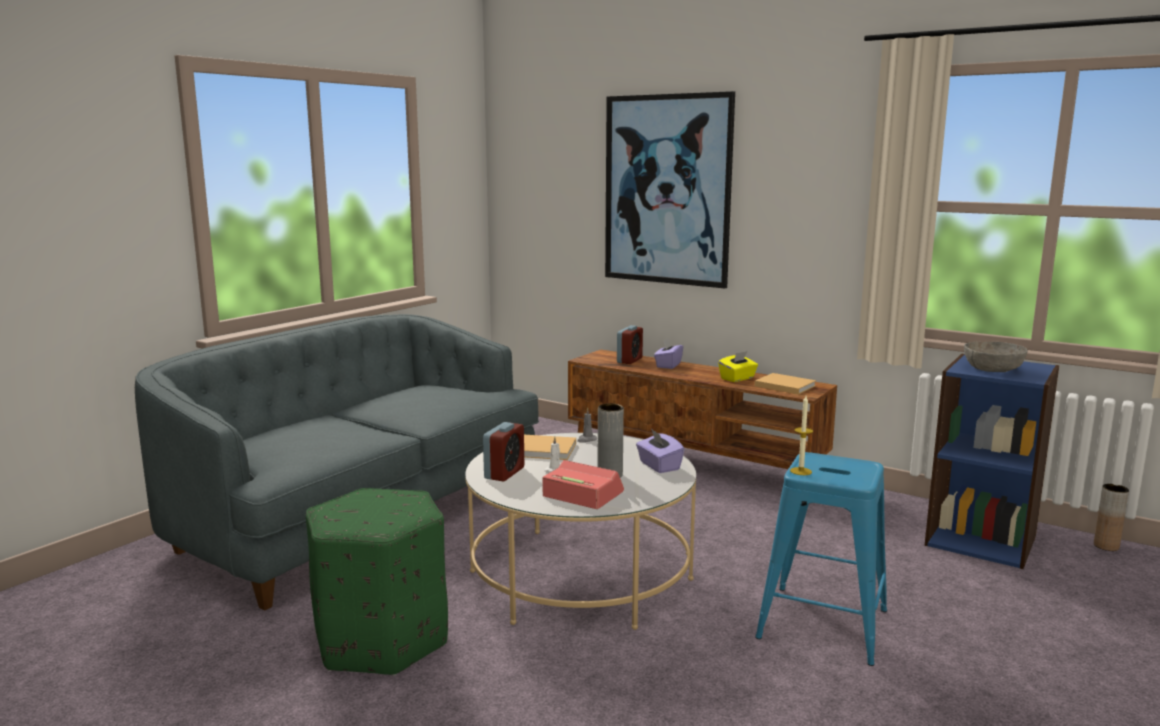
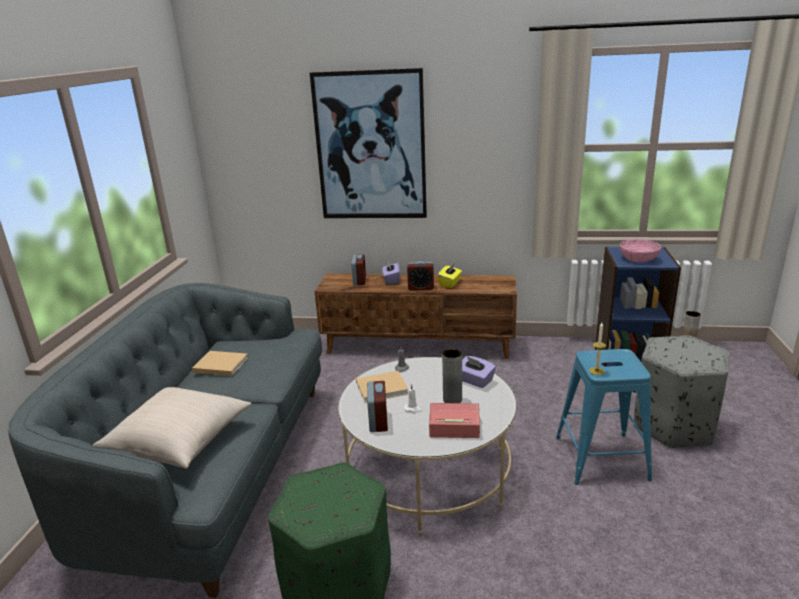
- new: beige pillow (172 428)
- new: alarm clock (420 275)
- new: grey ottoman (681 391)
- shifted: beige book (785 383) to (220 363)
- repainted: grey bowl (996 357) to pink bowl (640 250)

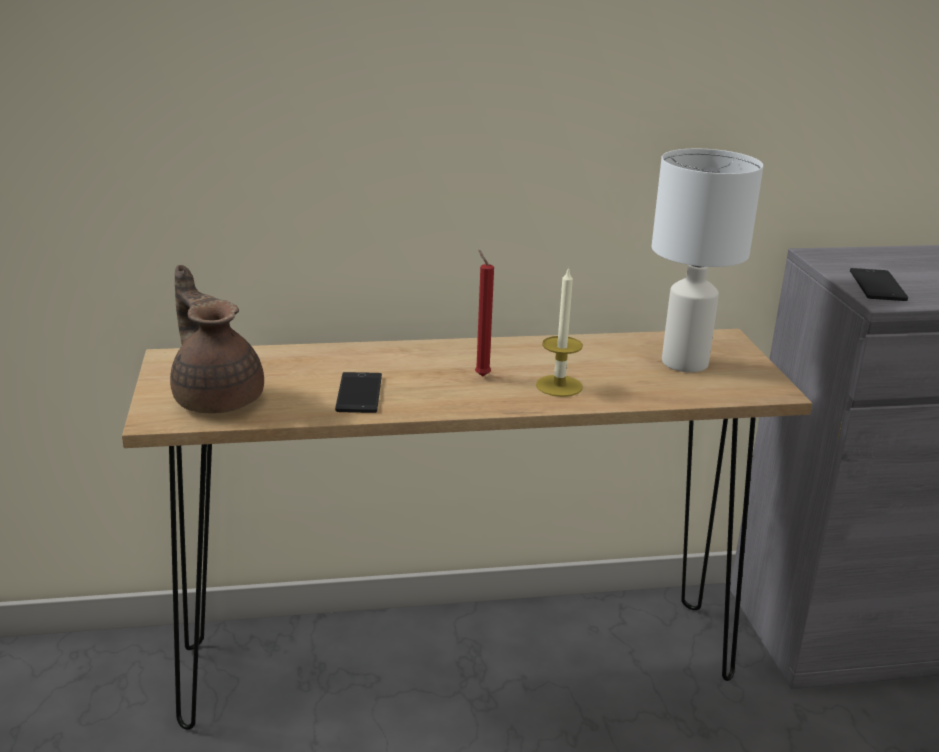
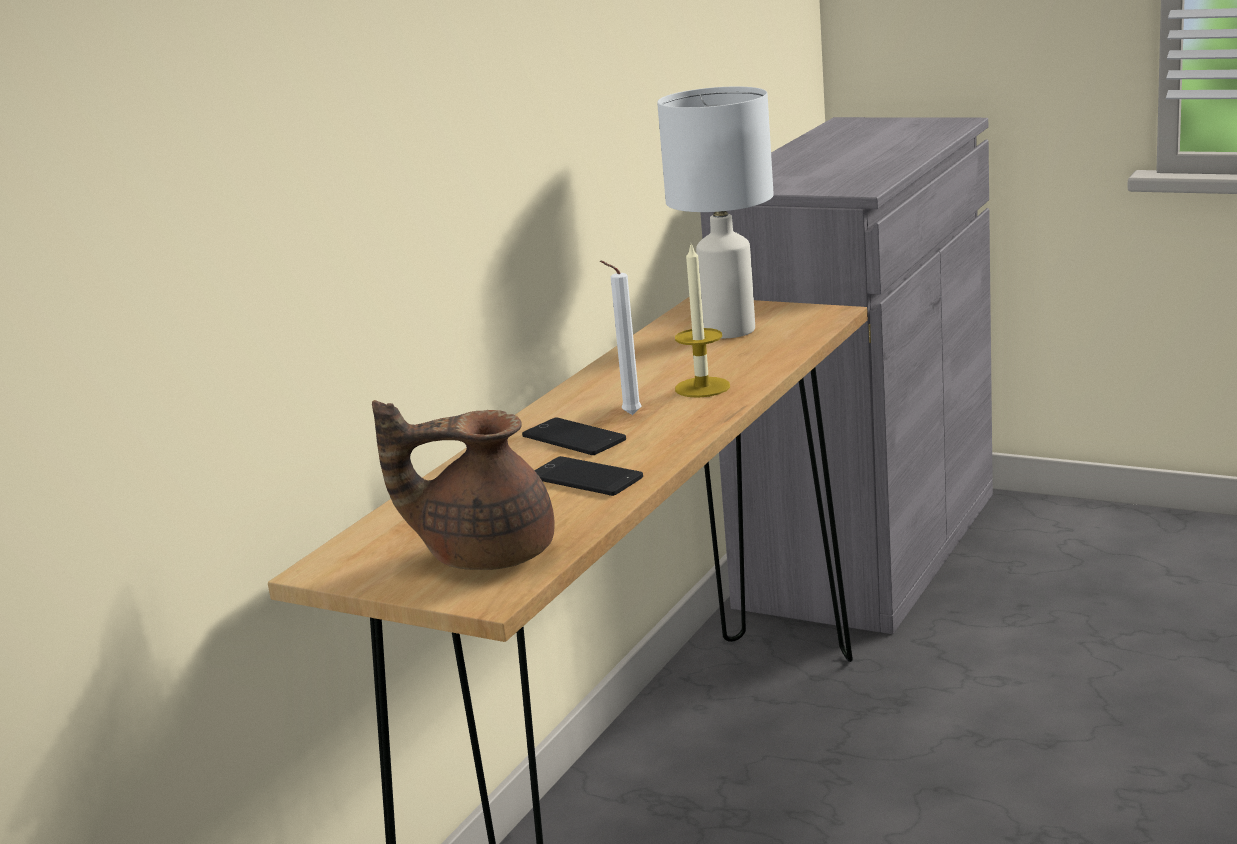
- shifted: phone (879 284) to (574 436)
- repainted: red candle (484 313) to white candle (621 338)

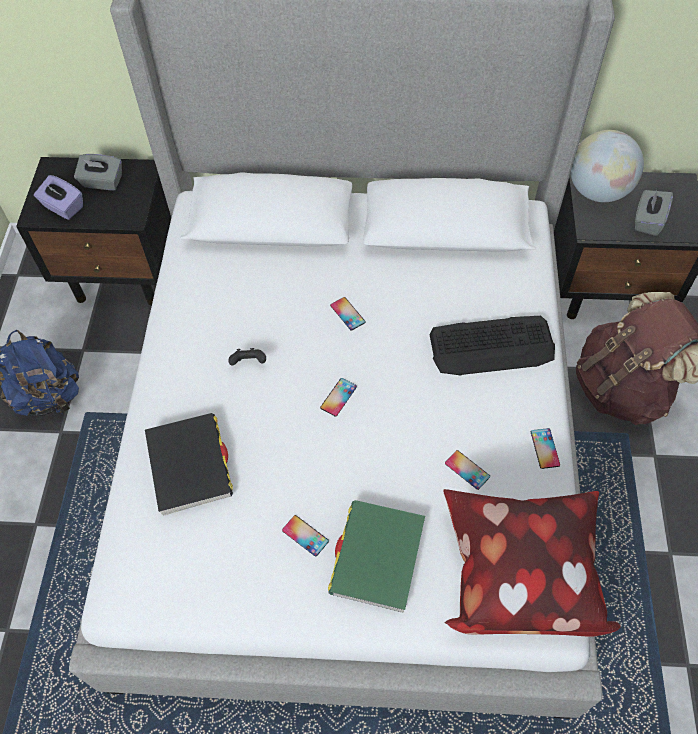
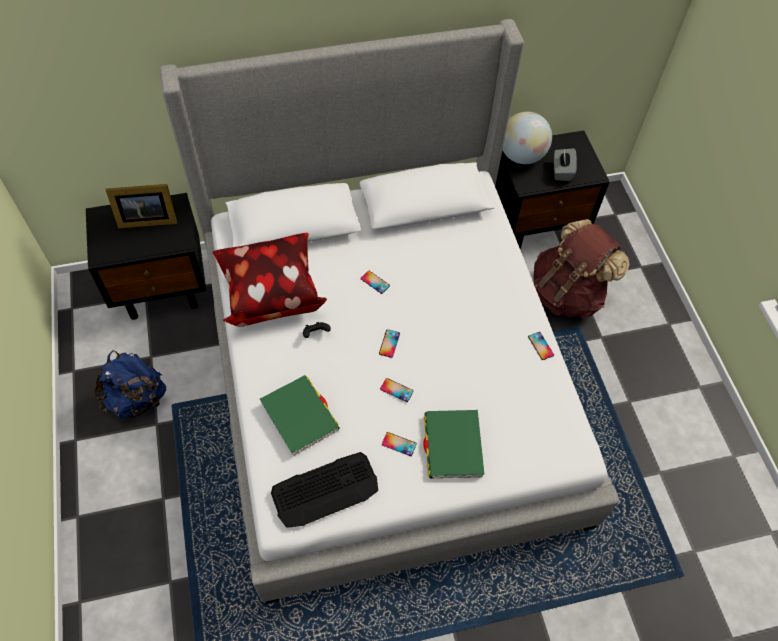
- gone: purple tissue box (58 197)
- shifted: keyboard (492 345) to (324 490)
- shifted: pillow (532 563) to (270 280)
- shifted: phone (467 470) to (397 390)
- swapped: grey tissue box (98 172) to picture frame (141 206)
- repainted: black book (189 464) to green book (300 415)

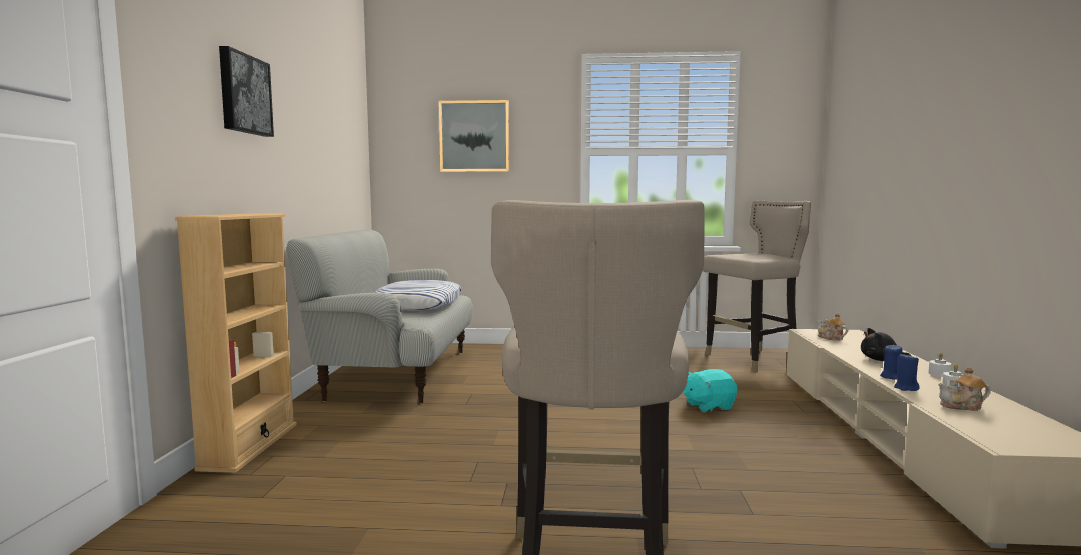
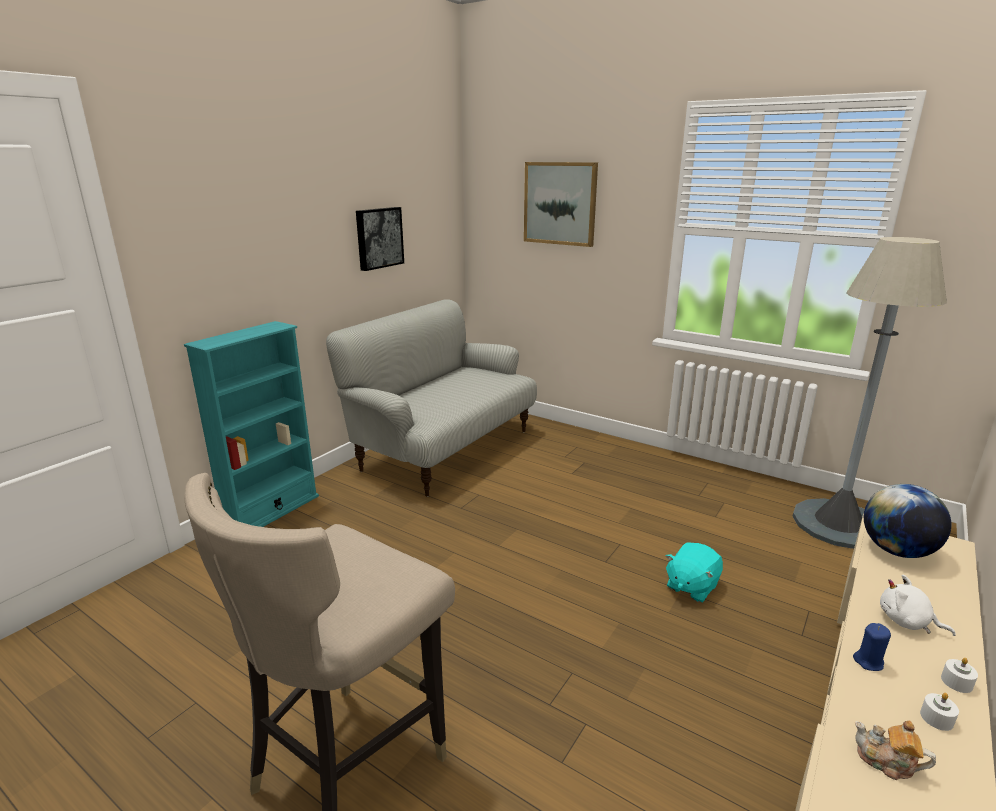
- gone: pillow (418 295)
- gone: blue candle (907 372)
- shifted: picture (246 91) to (380 239)
- swapped: beige stool (757 287) to grey floor lamp (869 393)
- swapped: teapot (833 327) to globe (907 521)
- repainted: beige bookcase (236 343) to turquoise bookcase (251 424)
- repainted: black plush toy (886 344) to white plush toy (918 605)
- rotated: turquoise plush toy (710 390) = (694 572) 60 degrees counterclockwise

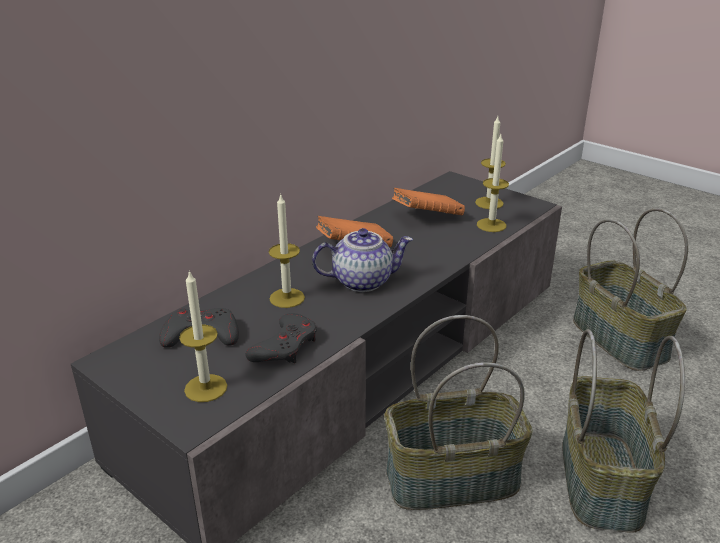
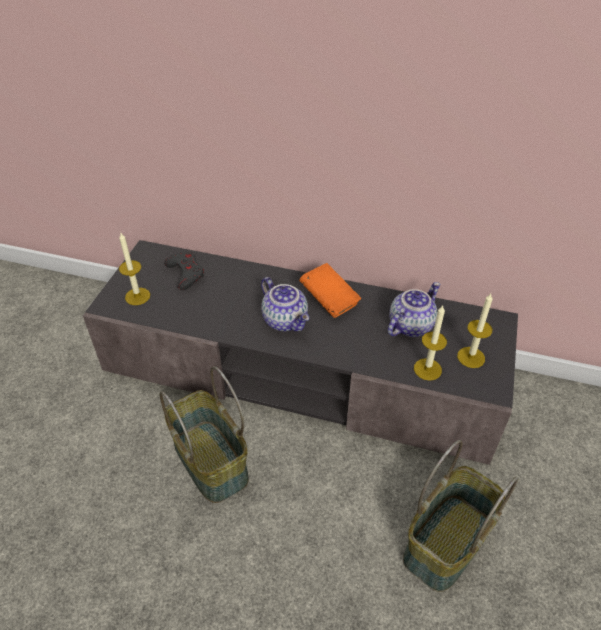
- gone: grey game controller (281 338)
- gone: candle (287 250)
- gone: basket (624 431)
- swapped: orange book (428 201) to teapot (414 309)

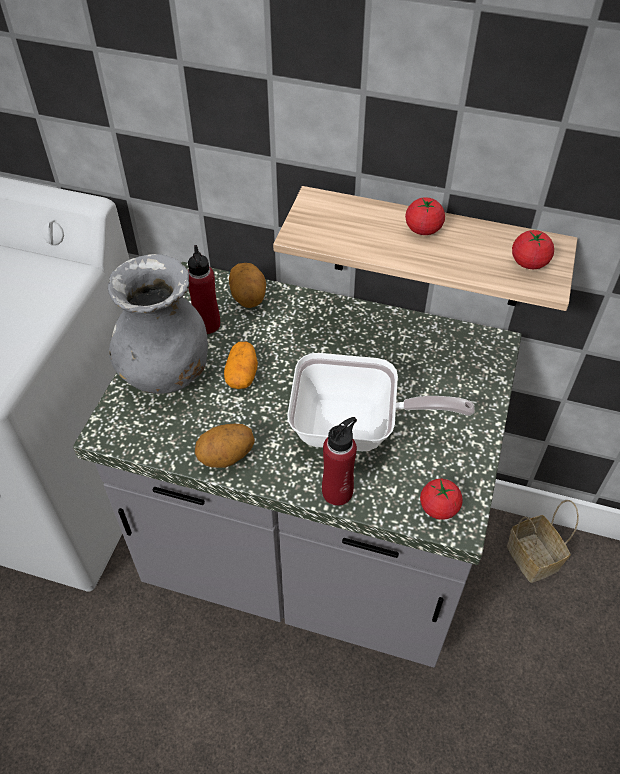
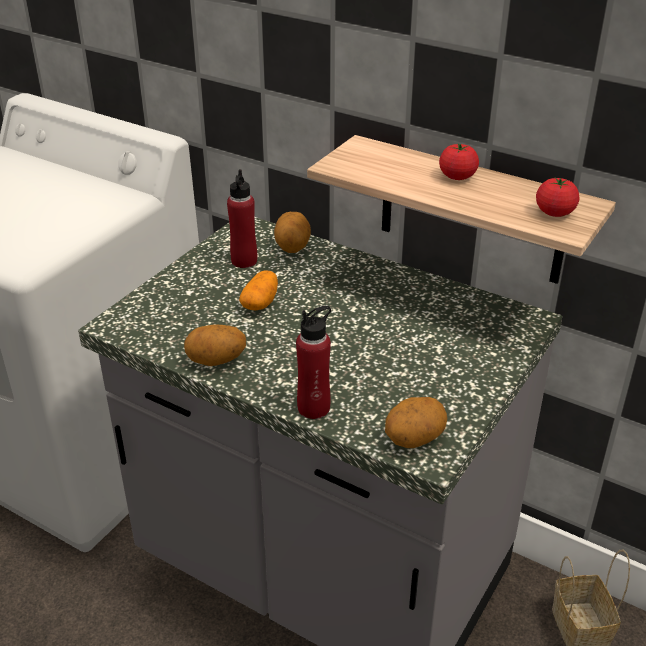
- gone: grey vase (158 324)
- gone: frying pan (381 402)
- swapped: tomato (441 499) to potato (416 422)

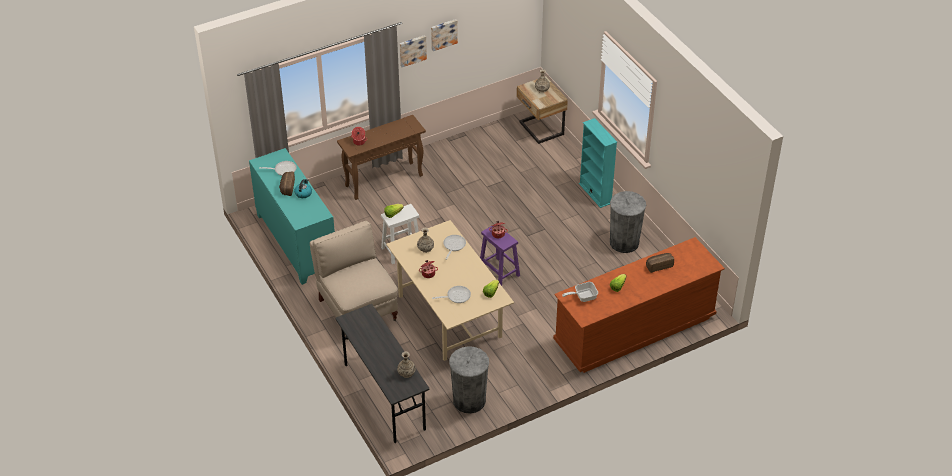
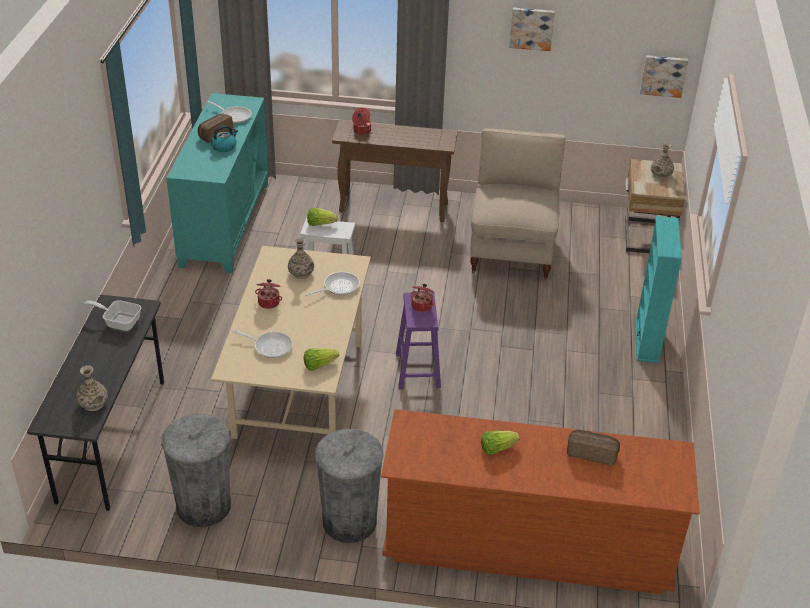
- shifted: beige chair (354 280) to (517 204)
- shifted: picture (413 51) to (664 76)
- shifted: frying pan (580 292) to (112 315)
- shifted: grey trash can (628 222) to (349 486)

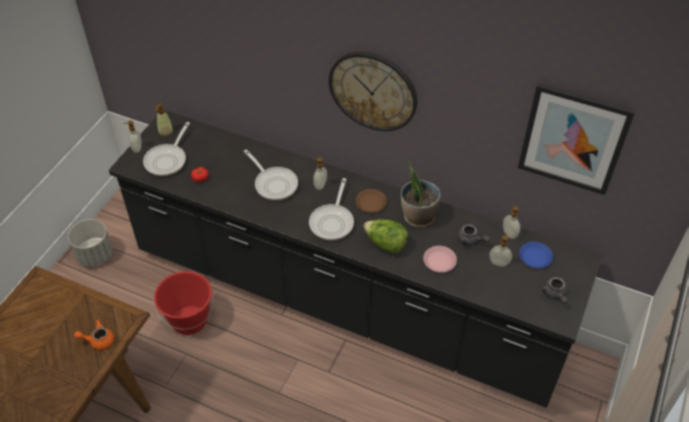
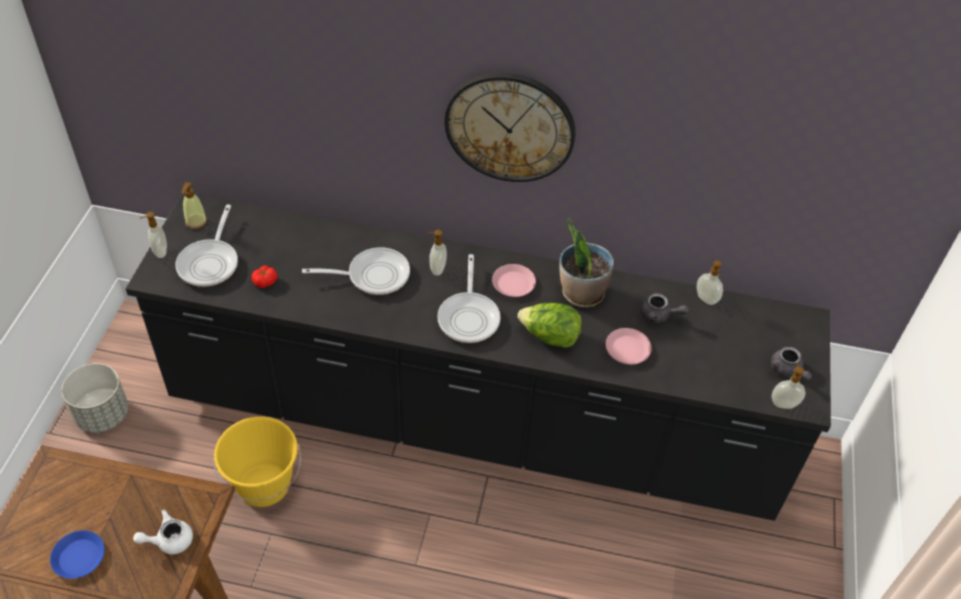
- gone: picture (576 139)
- shifted: soap dispenser (500 250) to (788 385)
- shifted: blue plate (536 255) to (77 554)
- repainted: orange teapot (94 335) to white teapot (163 532)
- repainted: red bucket (183 303) to yellow bucket (257 461)
- repainted: brown plate (371 201) to pink plate (514 280)
- rotated: frying pan (271 174) = (356 271) 45 degrees counterclockwise

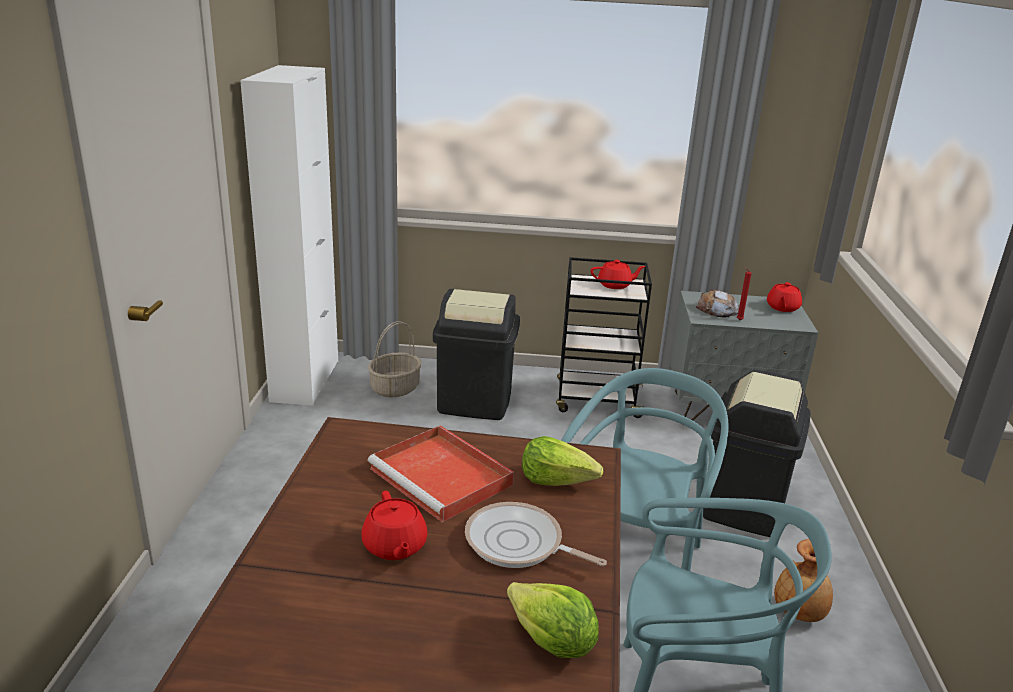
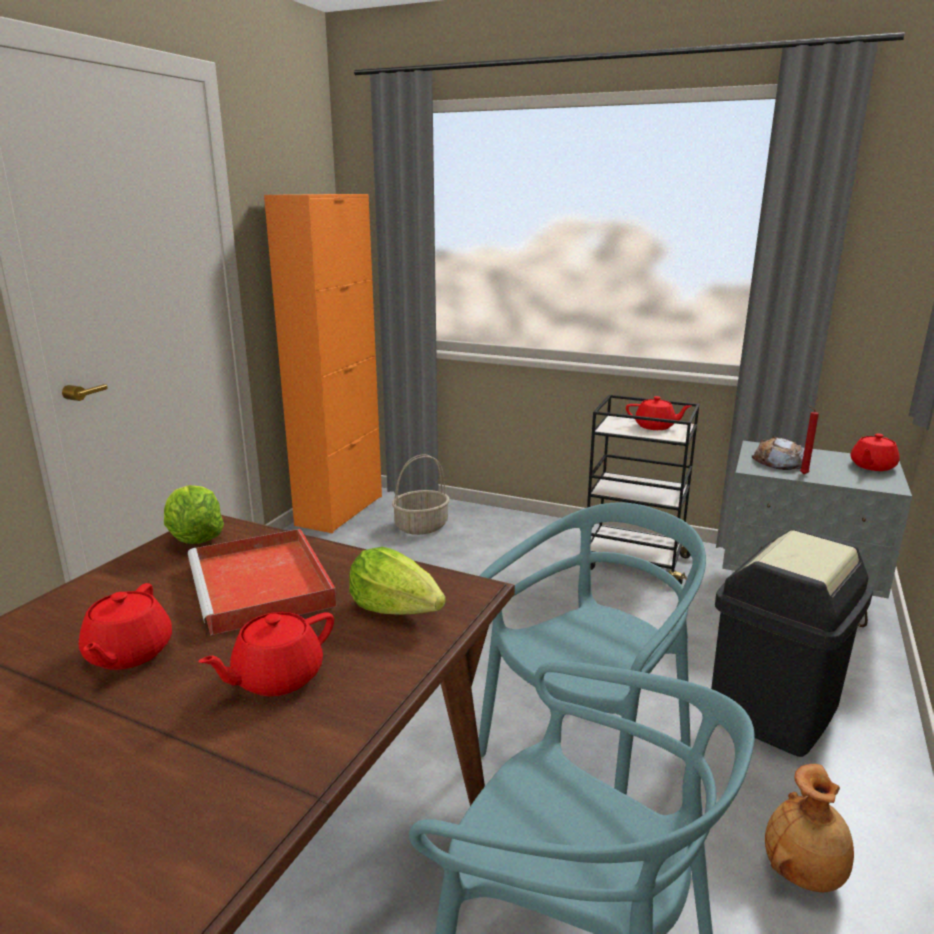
- gone: black trash can (476 354)
- shifted: lettuce (553 620) to (194 514)
- swapped: frying pan (536 535) to red teapot (266 654)
- repainted: white cabinet (289 235) to orange cabinet (323 363)

